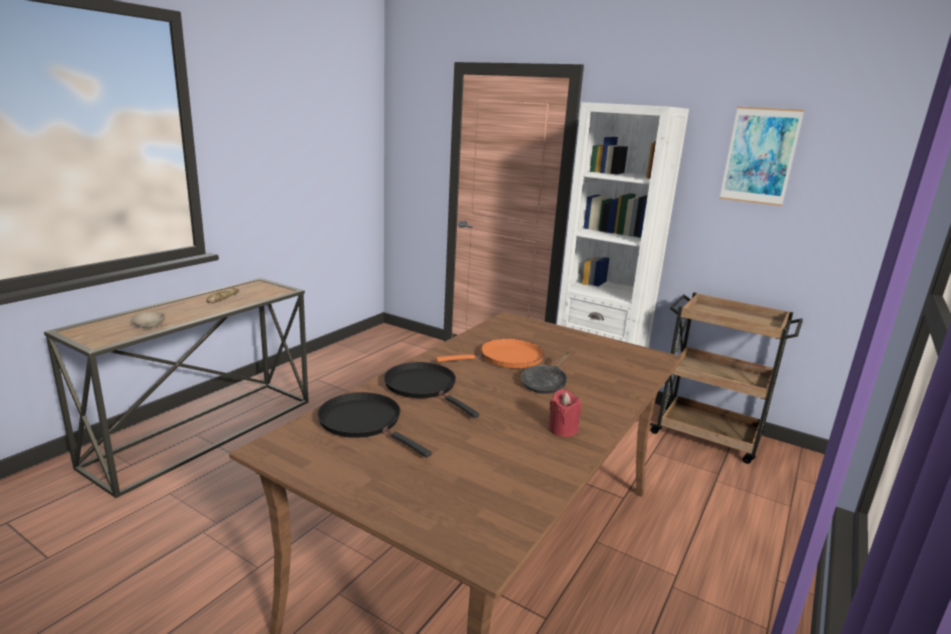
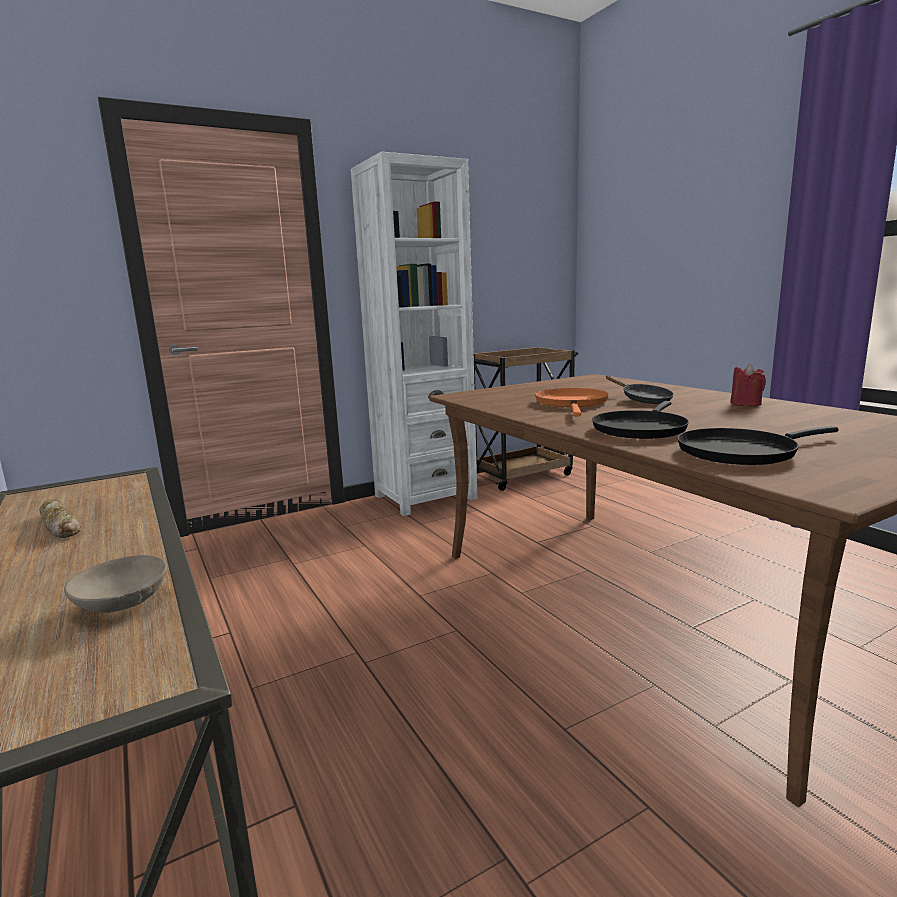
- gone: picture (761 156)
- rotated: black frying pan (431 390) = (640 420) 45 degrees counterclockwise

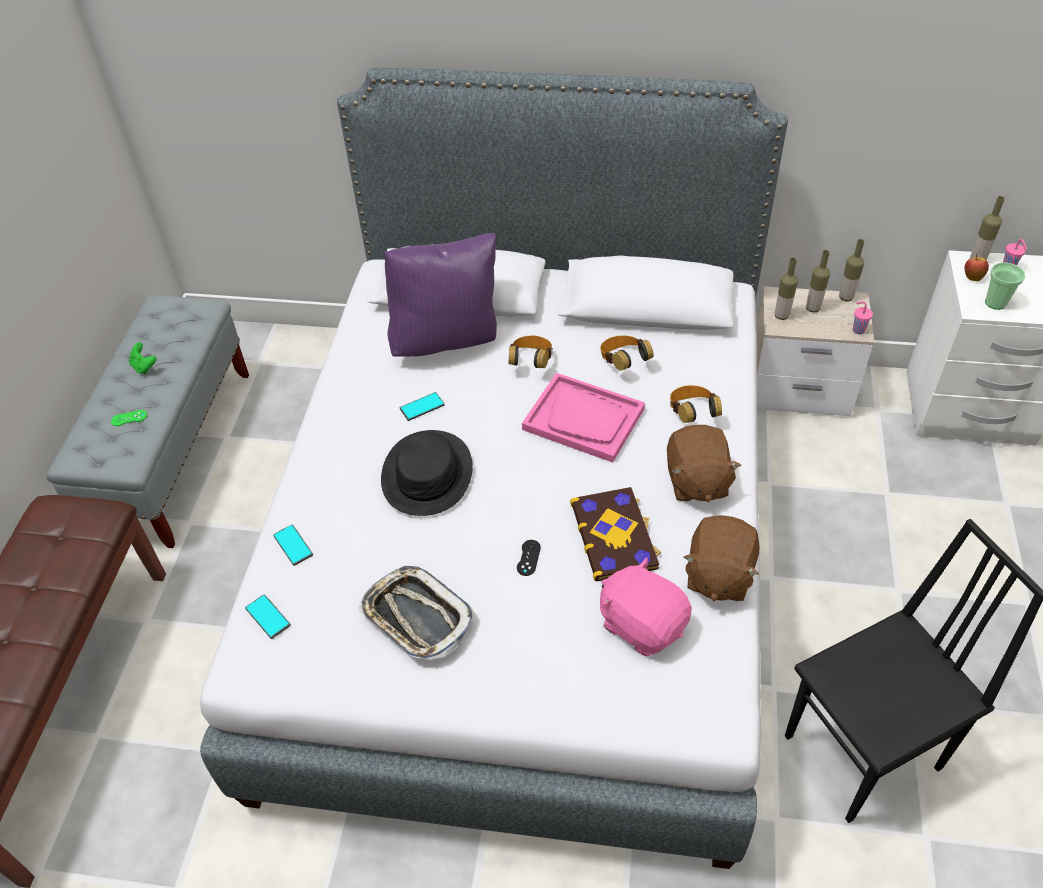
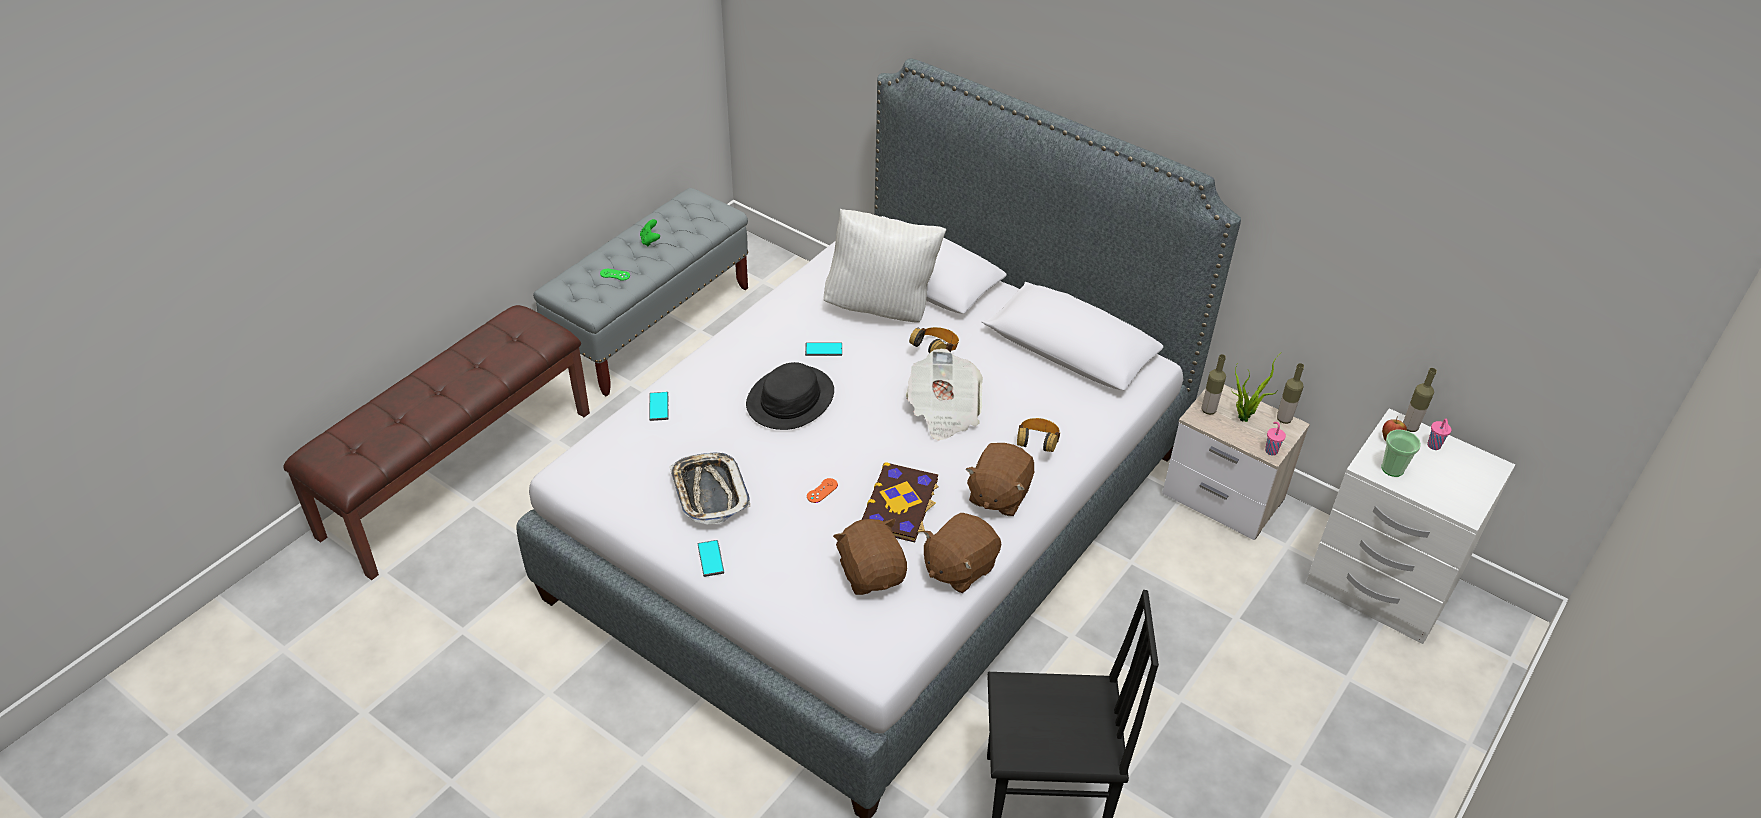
- gone: headphones (627 352)
- shifted: phone (268 616) to (711 558)
- swapped: pink tray (583 418) to newspaper (944 395)
- swapped: bottle (818 281) to potted plant (1254 389)
- repainted: purple pillow (440 295) to white pillow (885 266)
- repainted: black game controller (529 558) to orange game controller (822 490)
- repainted: pink plush toy (646 606) to brown plush toy (870 557)

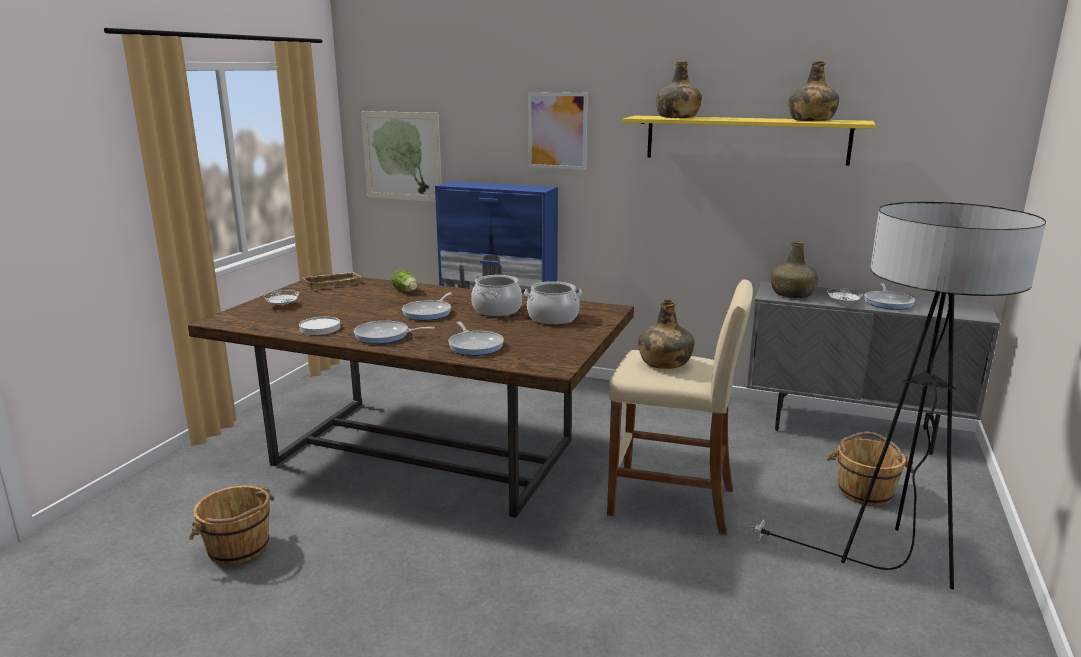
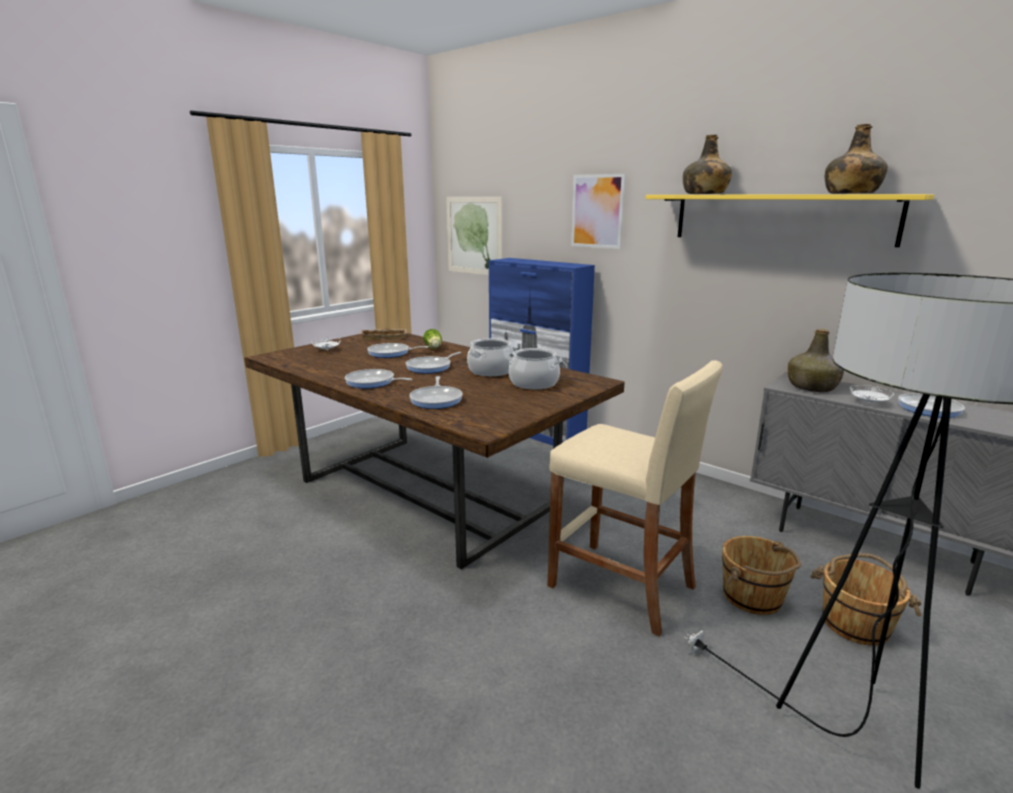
- gone: white plate (319 326)
- gone: green bottle (666 334)
- new: frying pan (398 350)
- shifted: brown bucket (232 525) to (761 575)

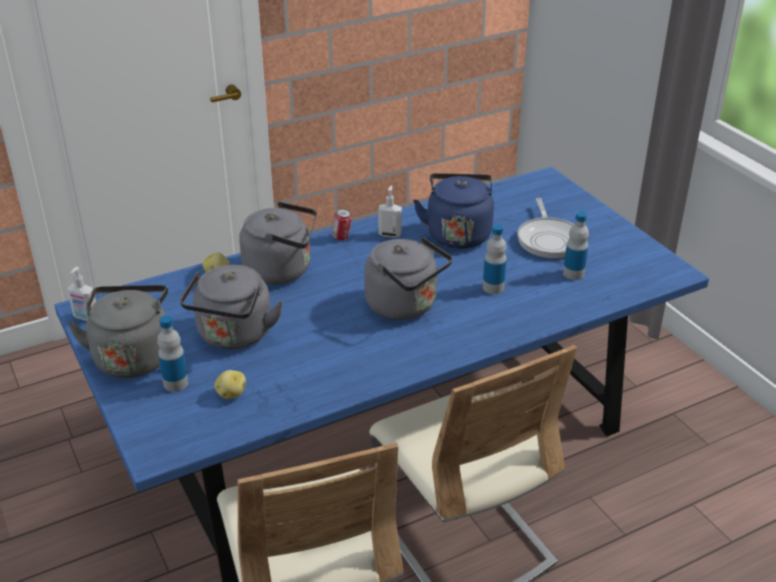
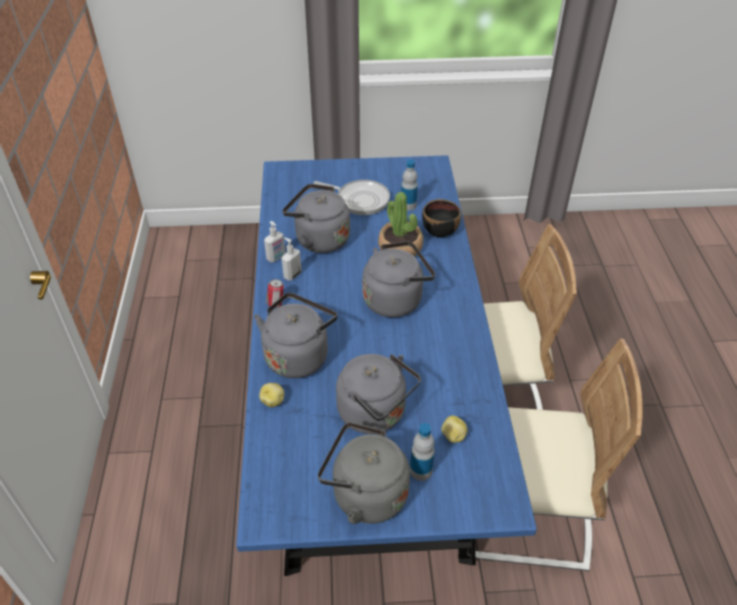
- new: black bowl (441 218)
- shifted: soap dispenser (81 294) to (274 241)
- swapped: bottle (495 259) to potted plant (400 224)
- repainted: blue kettle (453 211) to grey kettle (316 218)

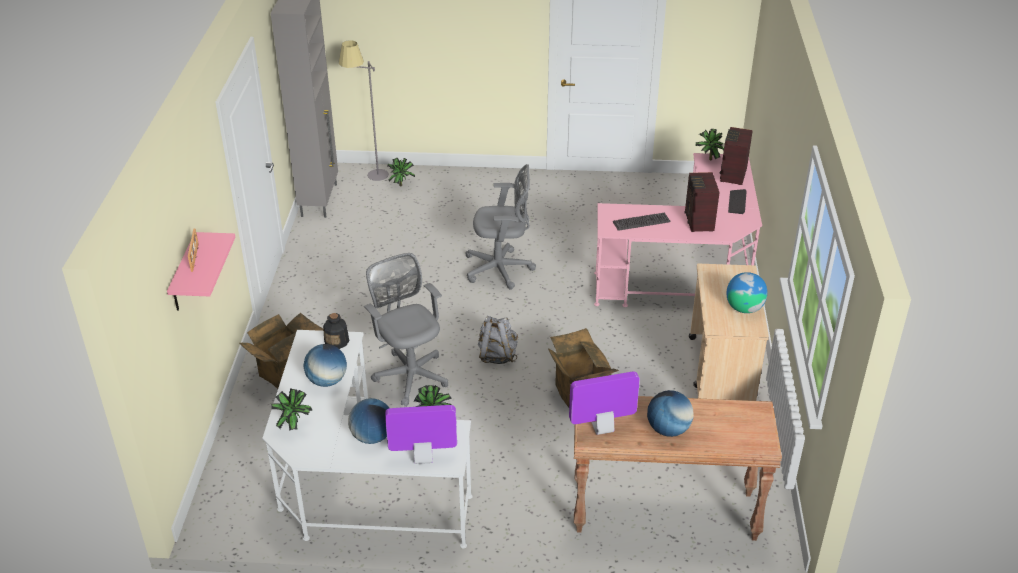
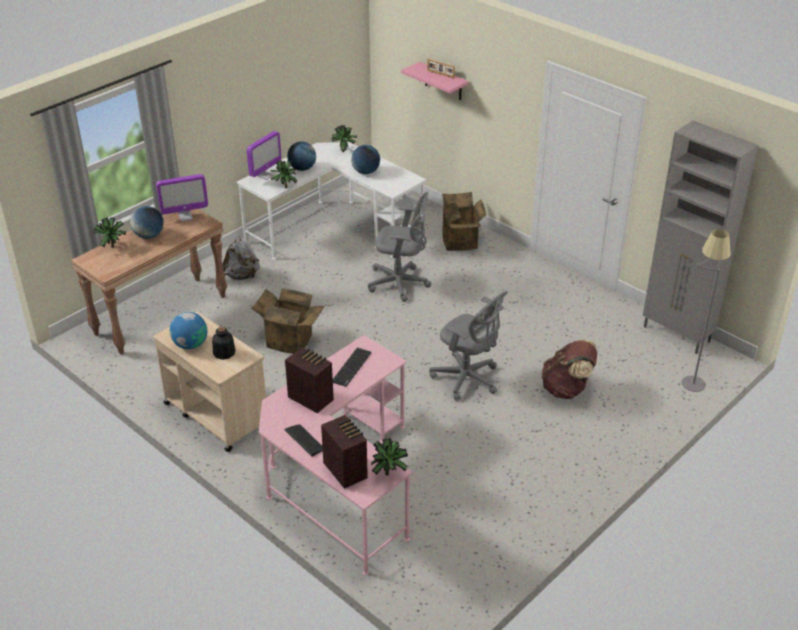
- new: brown backpack (569 369)
- shifted: bottle (336 331) to (223 343)
- shifted: potted plant (401 172) to (109 232)
- shifted: grey backpack (498 340) to (241 258)
- rotated: grey office chair (500 227) = (468 345) 90 degrees counterclockwise
- rotated: monitor (604 403) = (182 198) 45 degrees clockwise

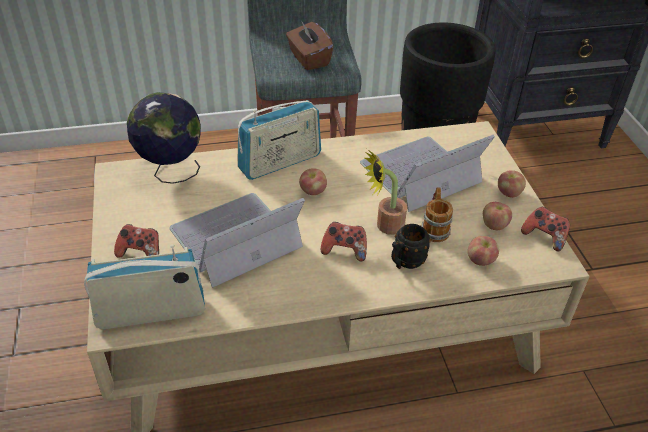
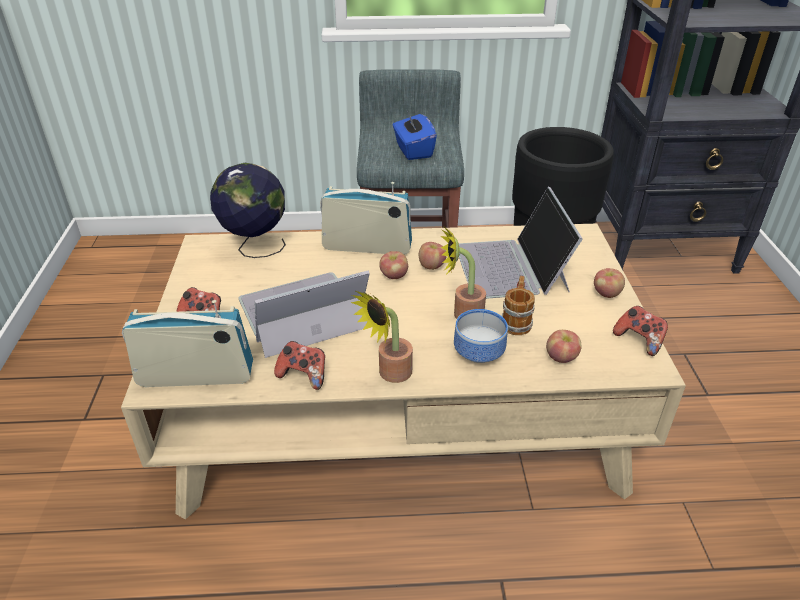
- new: potted plant (382 337)
- shifted: game controller (344 242) to (299 365)
- shifted: apple (497 216) to (432 256)
- swapped: black mug (411 246) to bowl (481 336)
- repainted: brown tissue box (310 46) to blue tissue box (415 135)
- rotated: radio (279 140) = (366 218) 150 degrees counterclockwise
- rotated: laptop (427 173) = (521 243) 75 degrees counterclockwise

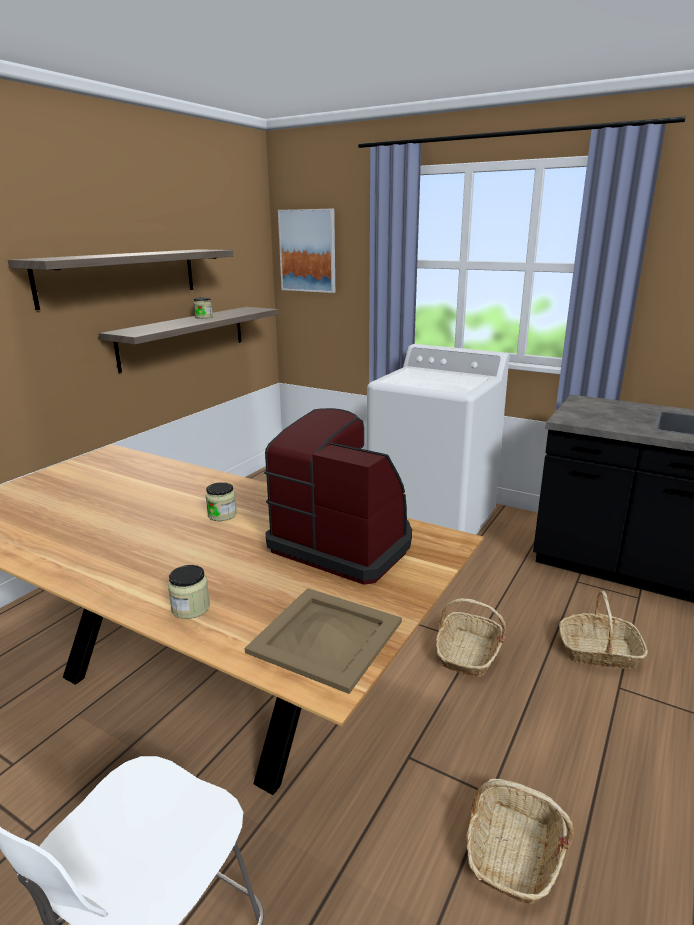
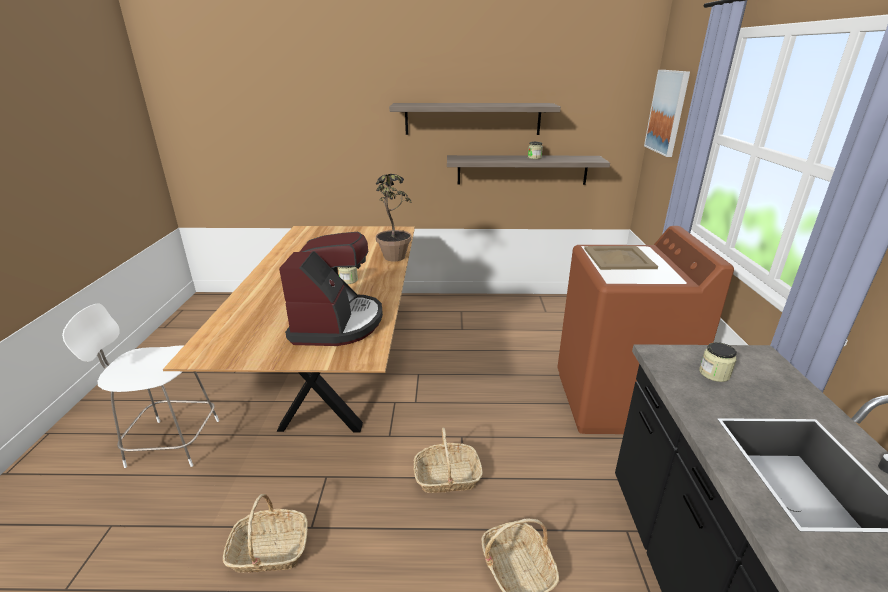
- new: potted plant (394 217)
- shifted: jar (189 592) to (718 362)
- shifted: beige tray (323 641) to (621 258)
- repainted: white washing machine (438 439) to brown washing machine (645 330)

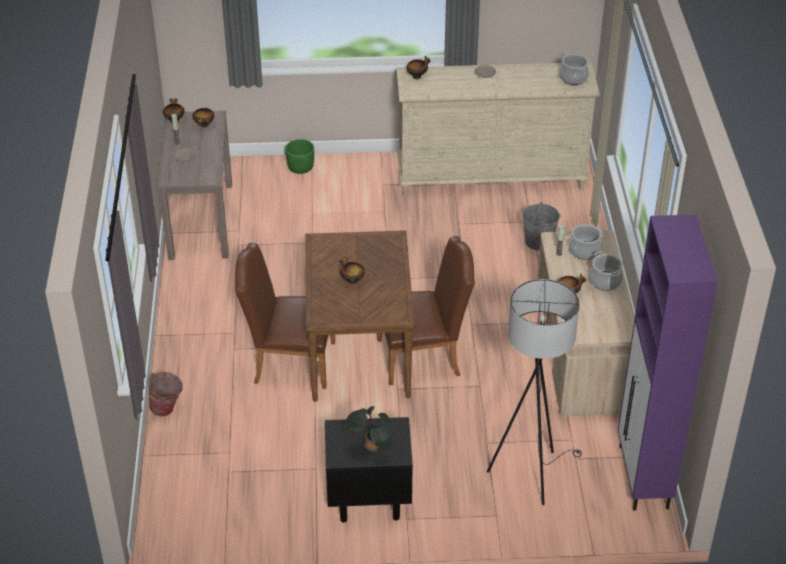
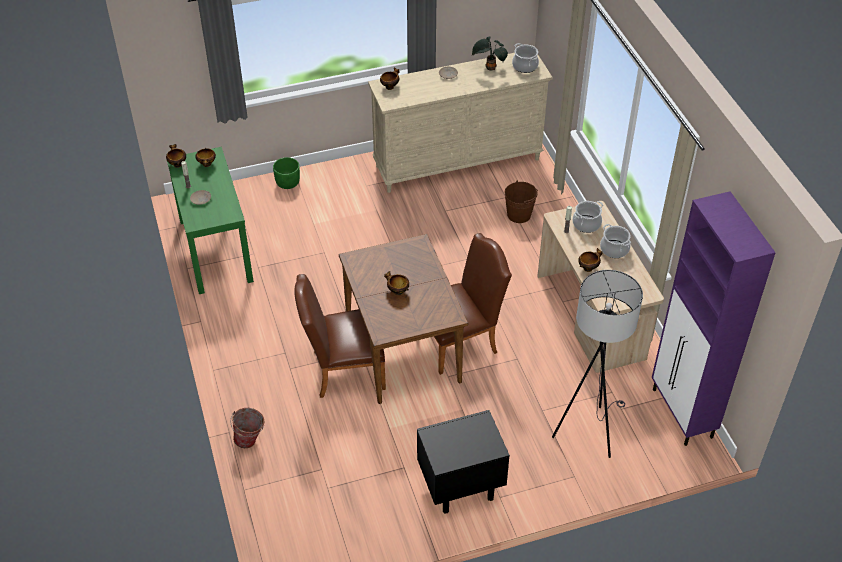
- shifted: potted plant (368 429) to (490 53)
- repainted: brown console table (195 185) to green console table (210 220)
- repainted: grey bucket (541 226) to brown bucket (521 202)

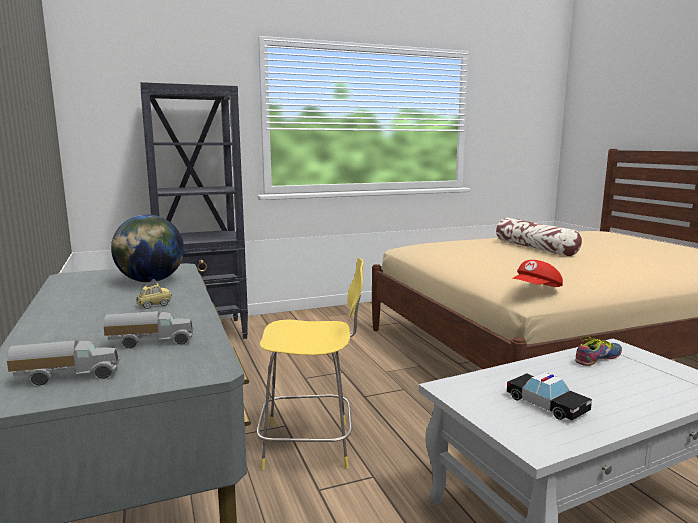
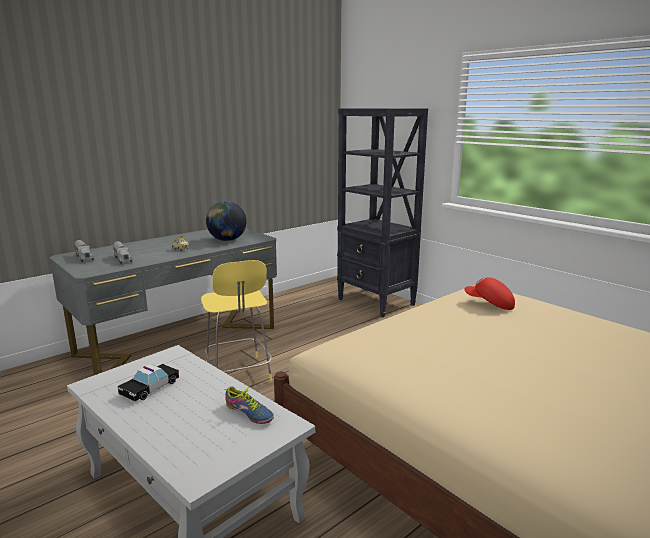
- gone: pillow (539 237)
- shifted: red cap (537 273) to (489 293)

